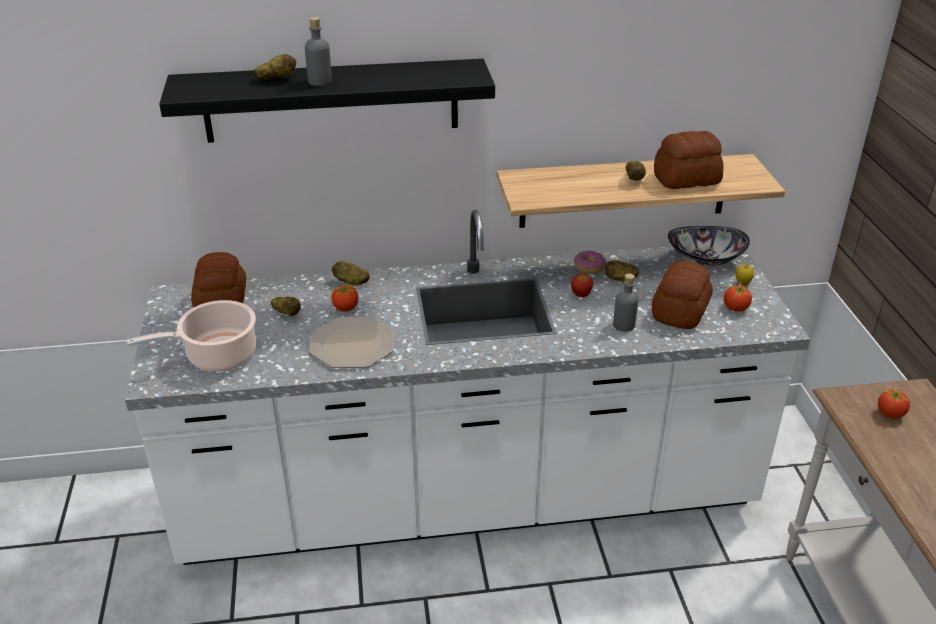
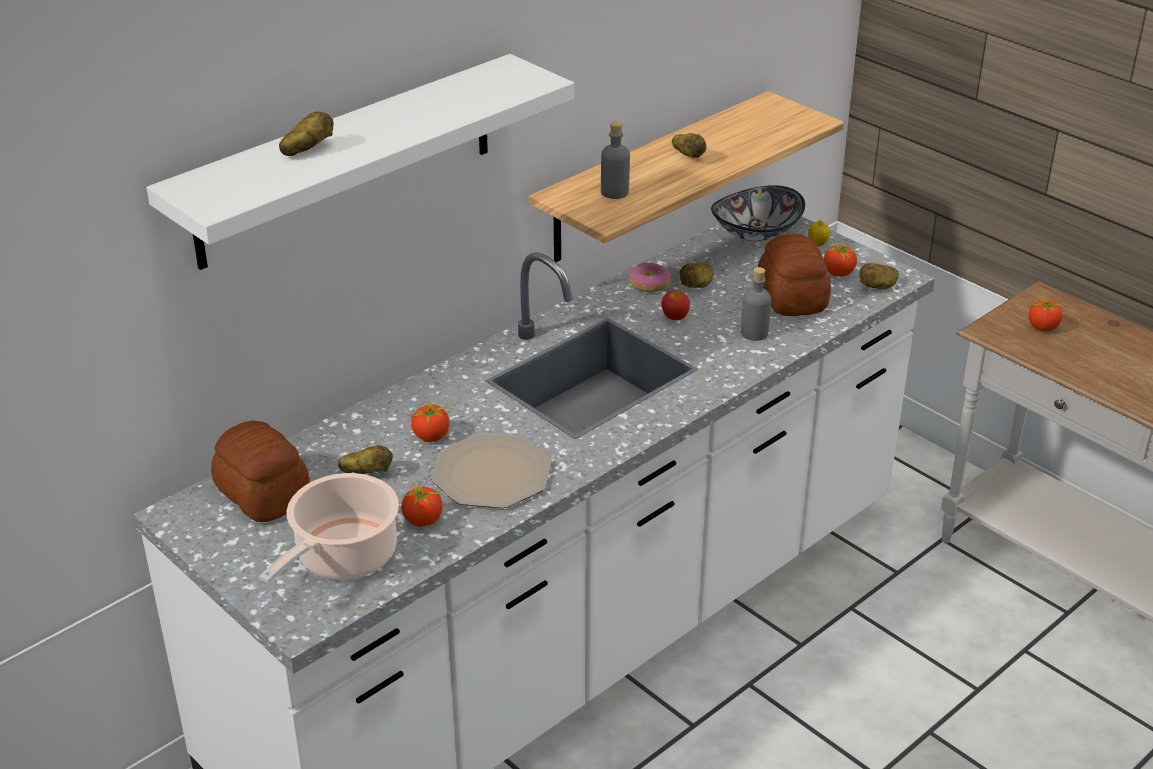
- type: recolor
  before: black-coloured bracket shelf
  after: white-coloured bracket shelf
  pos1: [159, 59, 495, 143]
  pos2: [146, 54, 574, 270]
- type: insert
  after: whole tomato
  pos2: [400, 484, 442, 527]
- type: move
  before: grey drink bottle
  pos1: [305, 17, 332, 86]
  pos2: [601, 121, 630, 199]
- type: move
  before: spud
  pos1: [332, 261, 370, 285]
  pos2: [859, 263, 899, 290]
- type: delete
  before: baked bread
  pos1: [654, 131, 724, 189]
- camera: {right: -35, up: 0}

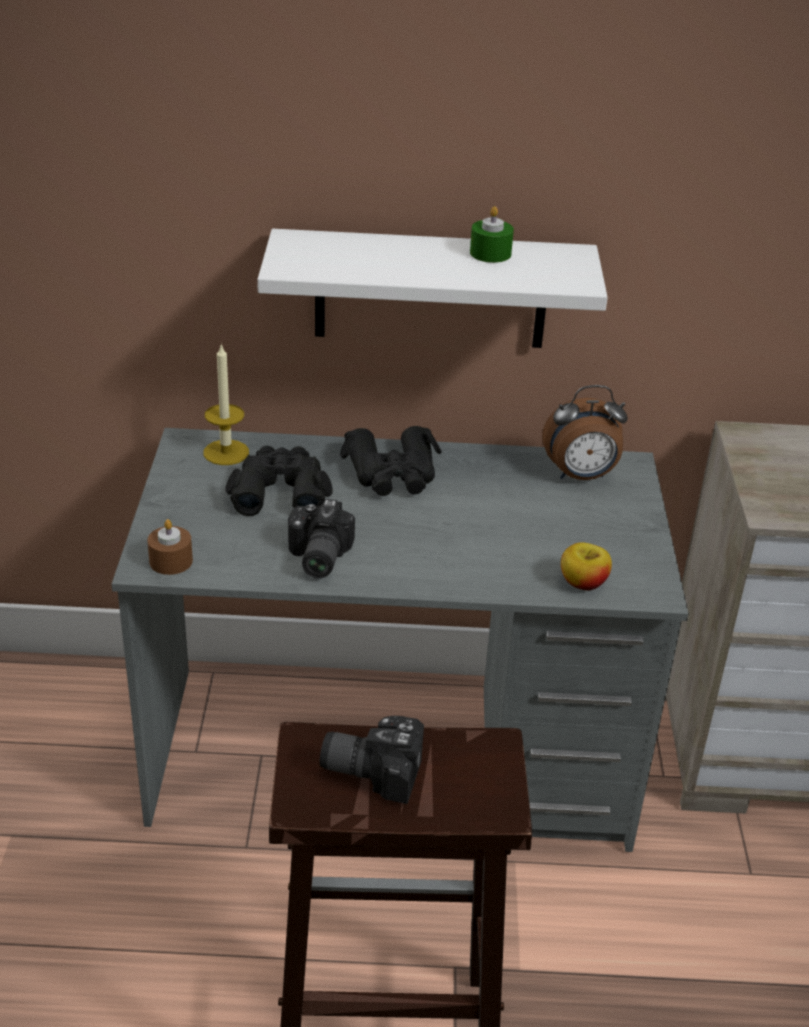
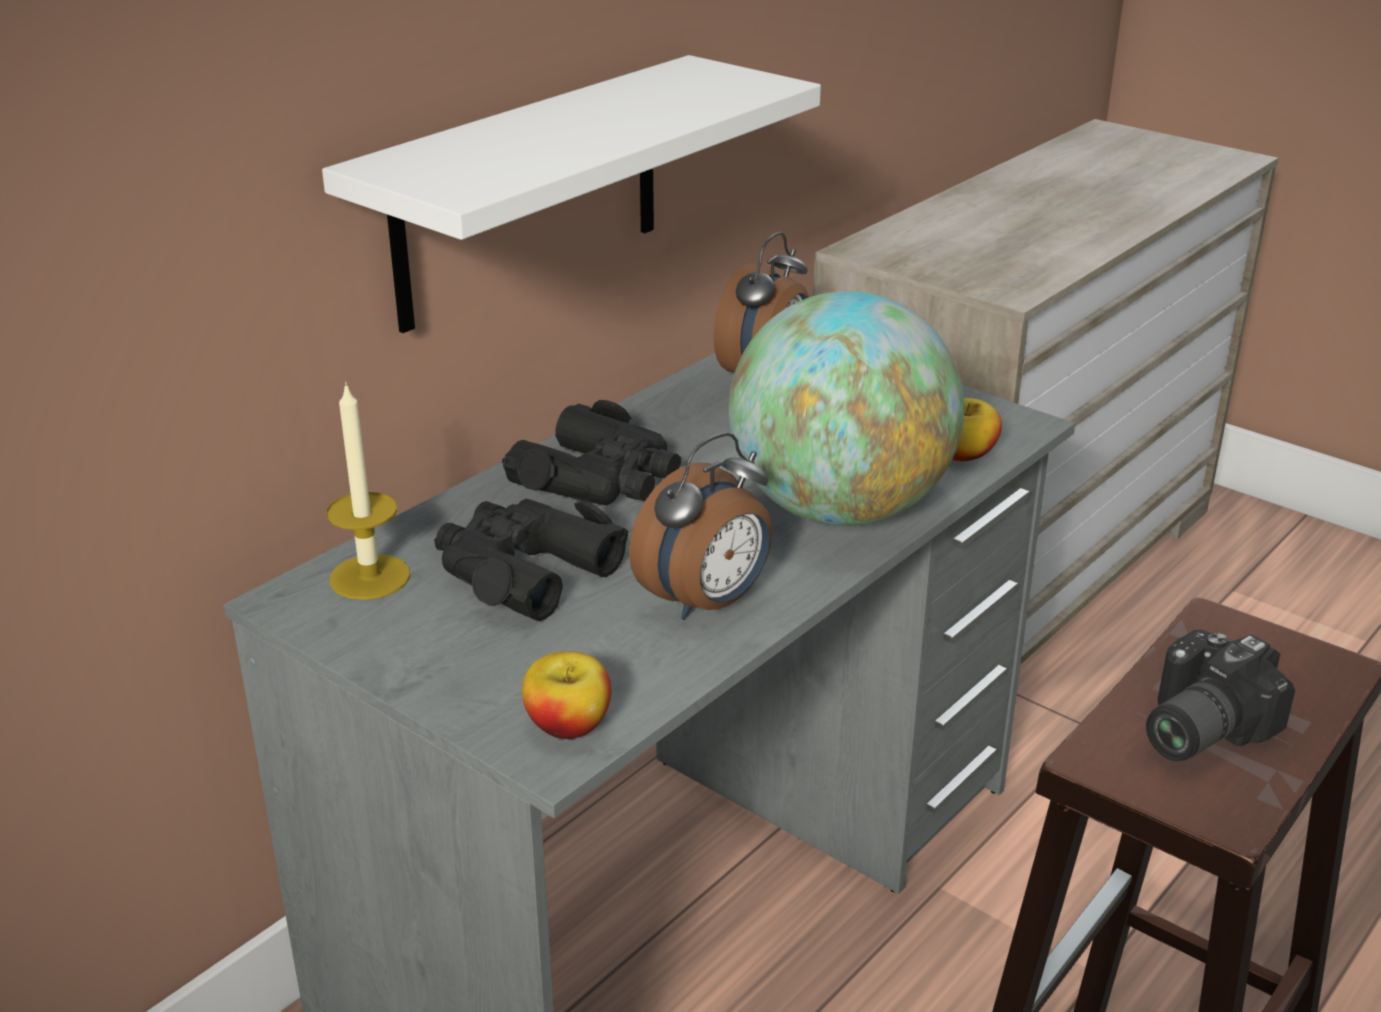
- type: replace
  before: brownish wax candle
  after: whole apple
  pos1: [147, 519, 193, 575]
  pos2: [522, 651, 611, 739]
- type: replace
  before: still camera
  after: alarm clock
  pos1: [288, 499, 355, 578]
  pos2: [629, 432, 772, 620]
- type: insert
  after: globe
  pos2: [729, 291, 964, 526]
- type: delete
  before: greenish wax candle
  pos1: [470, 206, 514, 263]
- camera: {right: -50, up: -5}

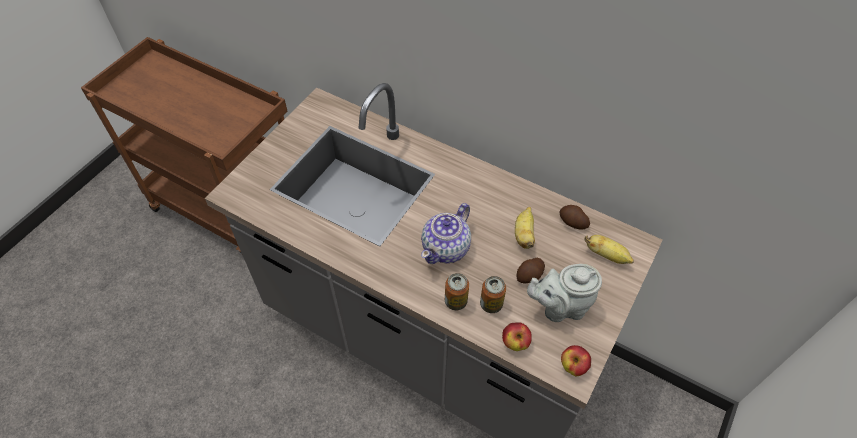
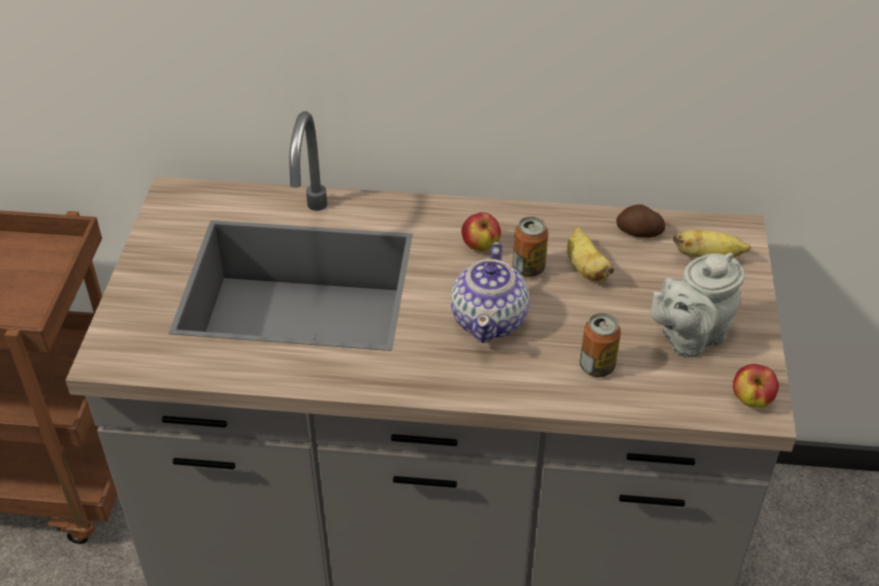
- type: move
  before: whole apple
  pos1: [502, 322, 532, 351]
  pos2: [461, 212, 501, 251]
- type: move
  before: sealed can
  pos1: [445, 273, 469, 310]
  pos2: [512, 216, 548, 277]
- type: delete
  before: spud
  pos1: [517, 258, 545, 284]
- camera: {right: -25, up: -10}

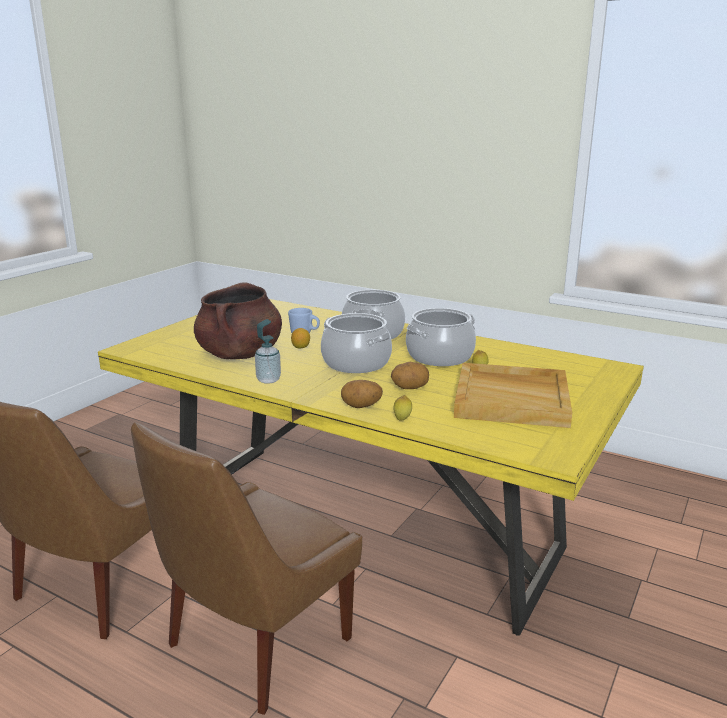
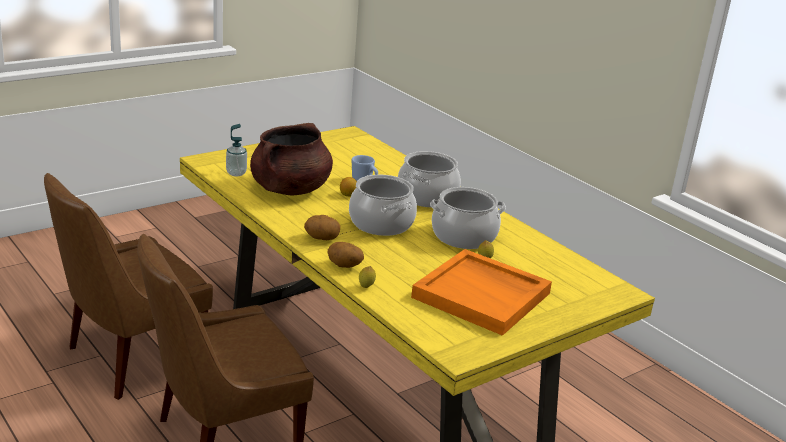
- type: move
  before: liquid soap bottle
  pos1: [255, 319, 281, 384]
  pos2: [226, 124, 247, 177]
- type: move
  before: spud
  pos1: [391, 362, 429, 389]
  pos2: [304, 215, 340, 240]
- type: recolor
  before: sand-coloured serving tray
  after: orange-coloured serving tray
  pos1: [454, 363, 572, 428]
  pos2: [411, 249, 552, 336]
- camera: {right: 20, up: 5}

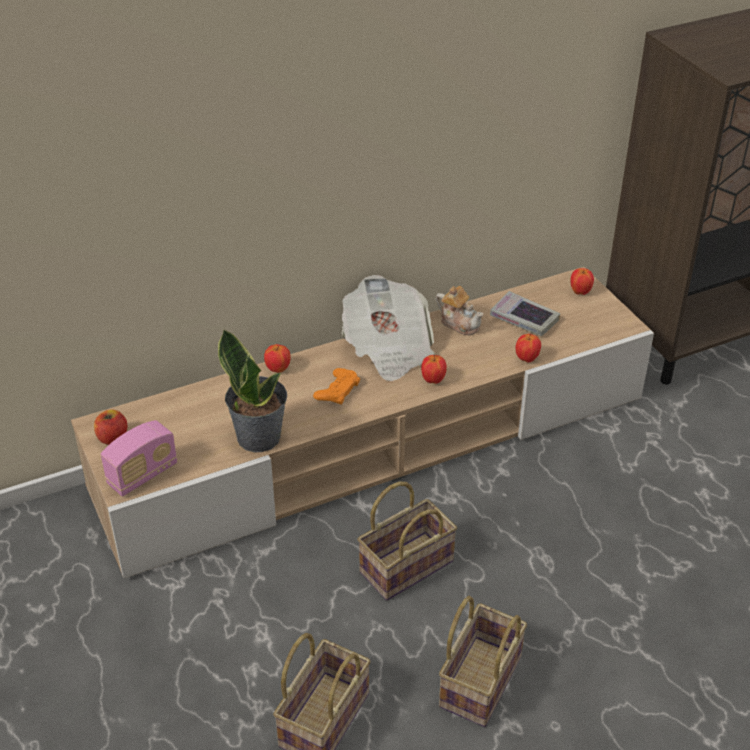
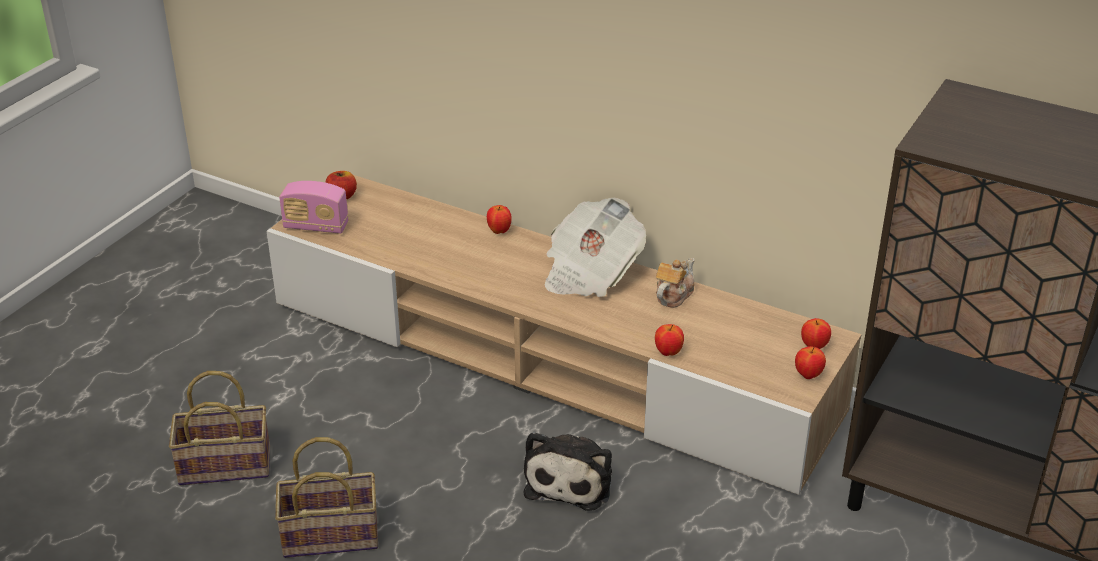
- type: insert
  after: cuddly toy
  pos2: [524, 432, 612, 511]
- type: rotate
  before: pot for tea
  pos1: [436, 286, 484, 335]
  pos2: [656, 258, 694, 308]
  turn: -150
- type: move
  before: whole apple
  pos1: [421, 355, 447, 384]
  pos2: [795, 346, 826, 379]
- type: delete
  before: houseplant
  pos1: [218, 329, 287, 452]
- type: delete
  before: orange-coloured gamepad
  pos1: [313, 368, 360, 405]
- type: delete
  before: storage basket
  pos1: [357, 482, 457, 601]
- type: delete
  before: book
  pos1: [490, 291, 560, 336]
- camera: {right: 55, up: -5}

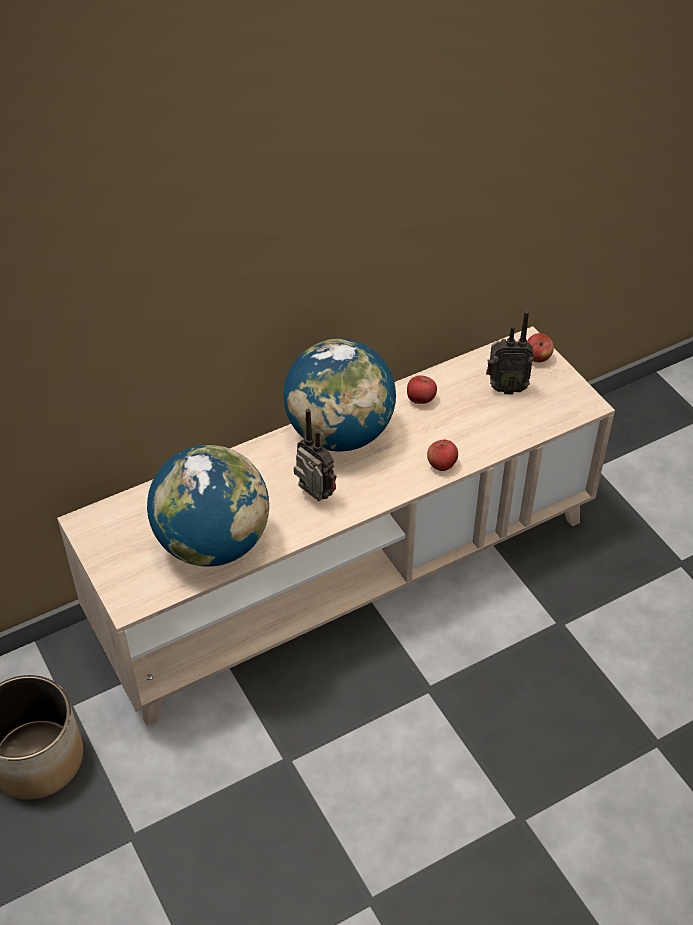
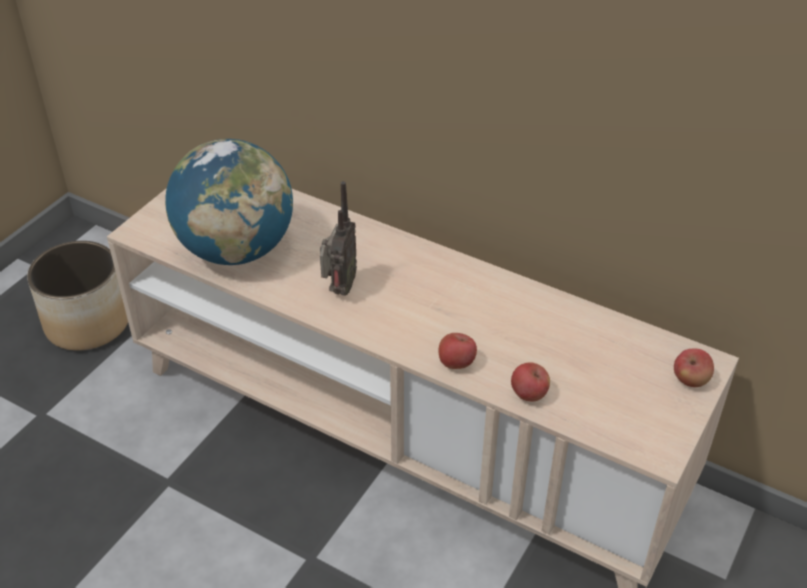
- type: move
  before: whole apple
  pos1: [407, 375, 437, 404]
  pos2: [511, 363, 550, 402]
- type: delete
  before: globe
  pos1: [283, 339, 396, 452]
- type: delete
  before: radio
  pos1: [486, 311, 534, 394]
- camera: {right: 60, up: -5}

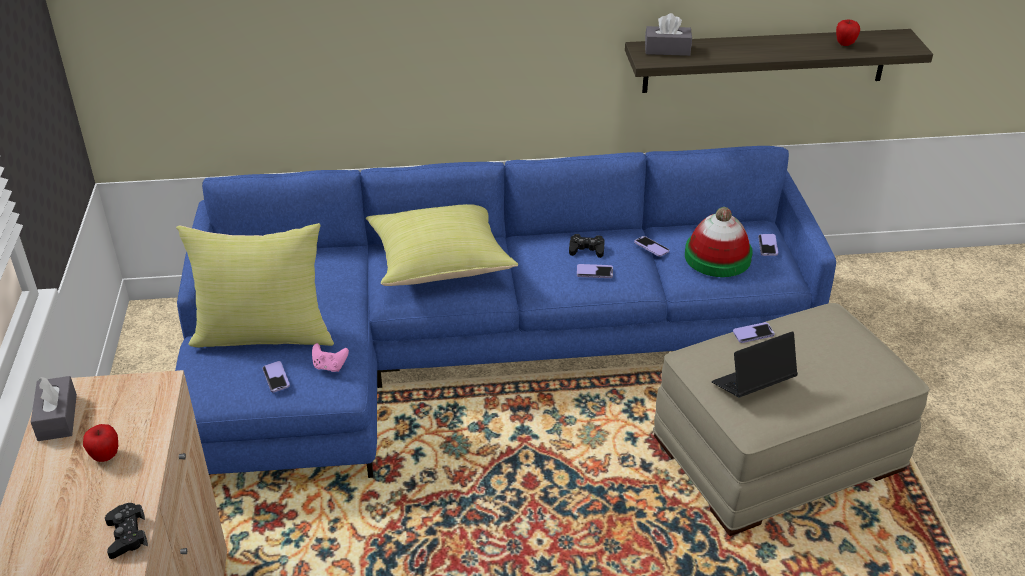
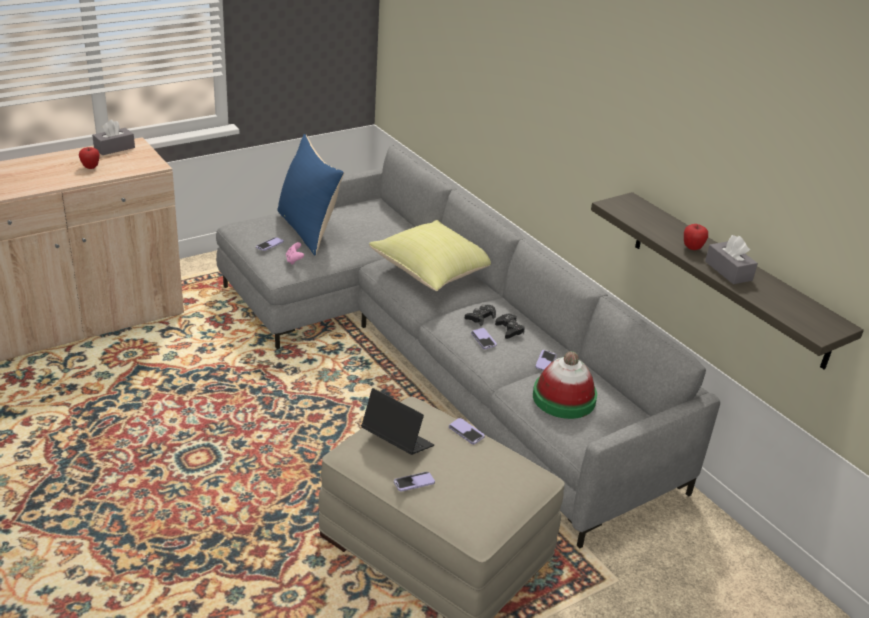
- type: recolor
  before: blue-coloured settee
  after: grey settee
  pos1: [175, 146, 836, 478]
  pos2: [216, 145, 720, 549]
- type: recolor
  before: yellow throw pillow
  after: blue-coloured throw pillow
  pos1: [176, 223, 334, 348]
  pos2: [277, 134, 344, 255]
- type: move
  before: handset
  pos1: [758, 234, 778, 256]
  pos2: [394, 472, 435, 492]
- type: move
  before: black-coloured gamepad
  pos1: [105, 503, 148, 559]
  pos2: [464, 305, 496, 326]
- type: move
  before: whole apple
  pos1: [836, 20, 860, 46]
  pos2: [684, 224, 708, 250]
- type: move
  before: grey box of tissues
  pos1: [645, 13, 692, 56]
  pos2: [705, 235, 758, 284]
- camera: {right: 60, up: -5}

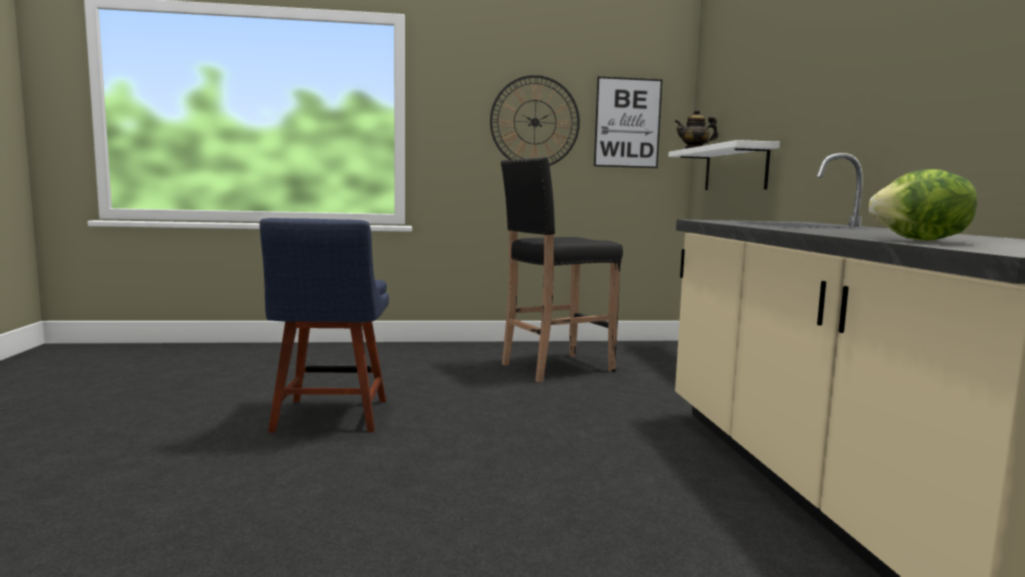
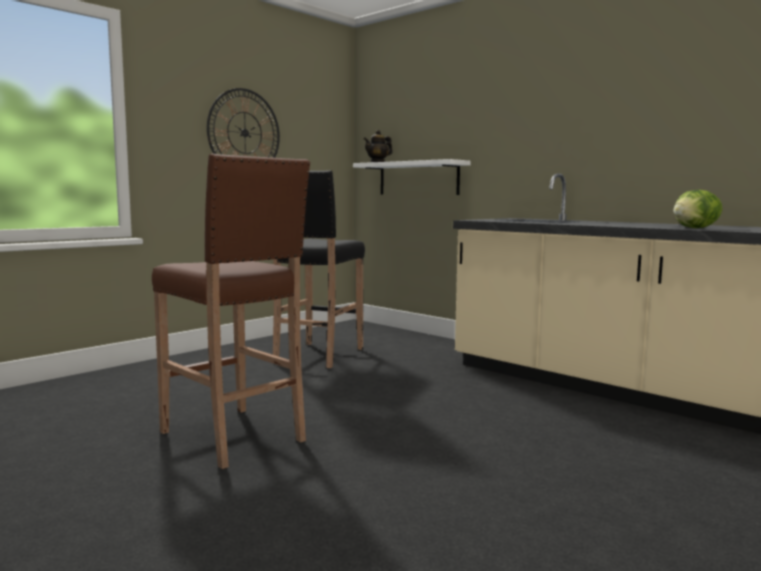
- type: replace
  before: blue-coloured plain chair
  after: brownish stool
  pos1: [260, 218, 389, 433]
  pos2: [152, 154, 310, 469]
- type: delete
  before: wall art
  pos1: [594, 76, 662, 168]
- camera: {right: -40, up: 0}

